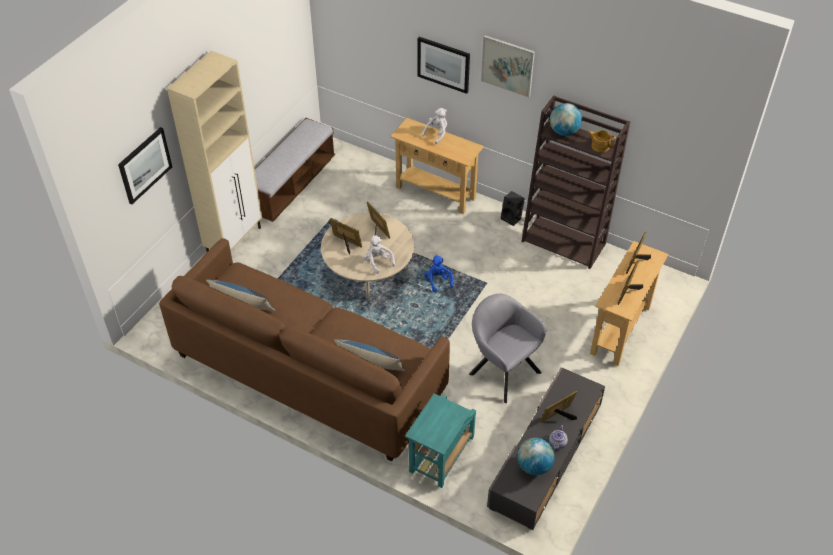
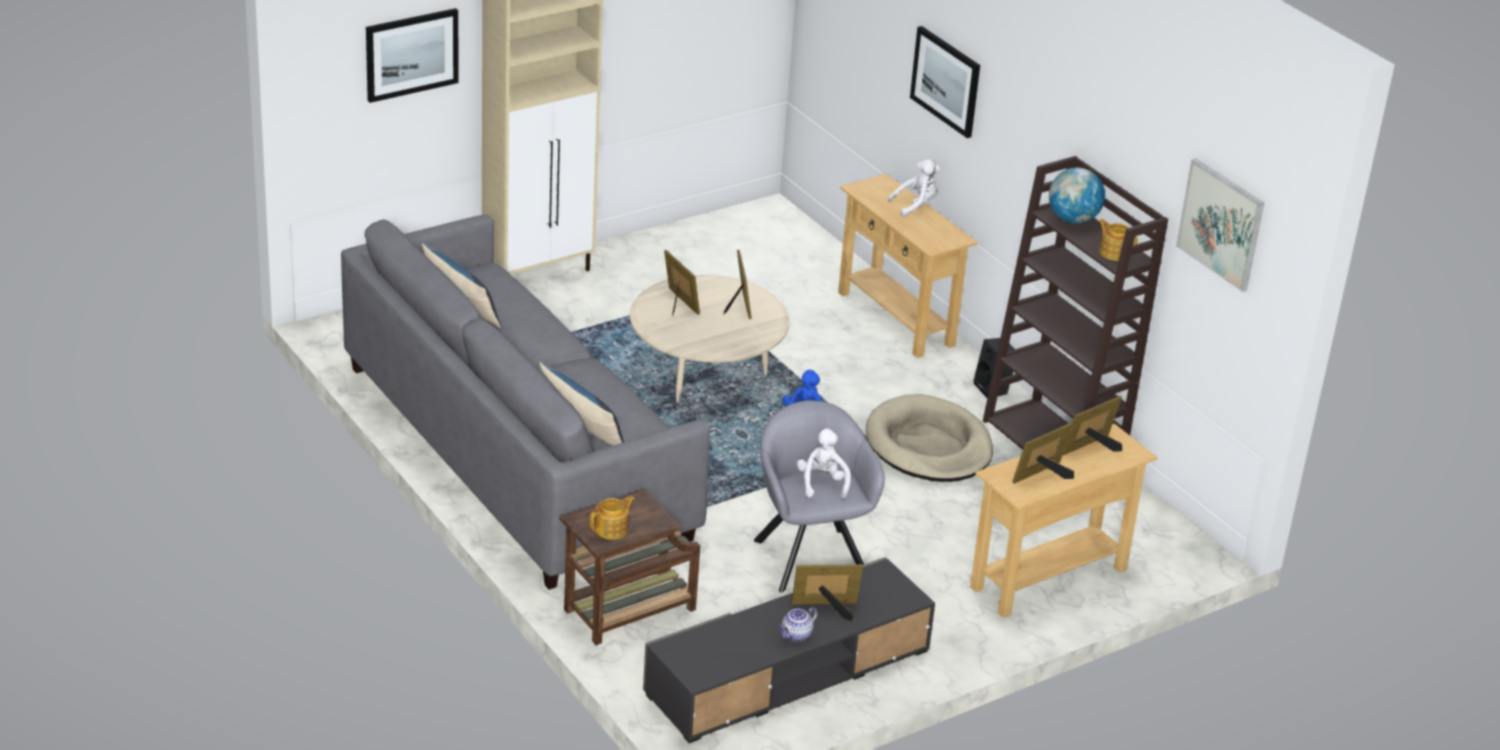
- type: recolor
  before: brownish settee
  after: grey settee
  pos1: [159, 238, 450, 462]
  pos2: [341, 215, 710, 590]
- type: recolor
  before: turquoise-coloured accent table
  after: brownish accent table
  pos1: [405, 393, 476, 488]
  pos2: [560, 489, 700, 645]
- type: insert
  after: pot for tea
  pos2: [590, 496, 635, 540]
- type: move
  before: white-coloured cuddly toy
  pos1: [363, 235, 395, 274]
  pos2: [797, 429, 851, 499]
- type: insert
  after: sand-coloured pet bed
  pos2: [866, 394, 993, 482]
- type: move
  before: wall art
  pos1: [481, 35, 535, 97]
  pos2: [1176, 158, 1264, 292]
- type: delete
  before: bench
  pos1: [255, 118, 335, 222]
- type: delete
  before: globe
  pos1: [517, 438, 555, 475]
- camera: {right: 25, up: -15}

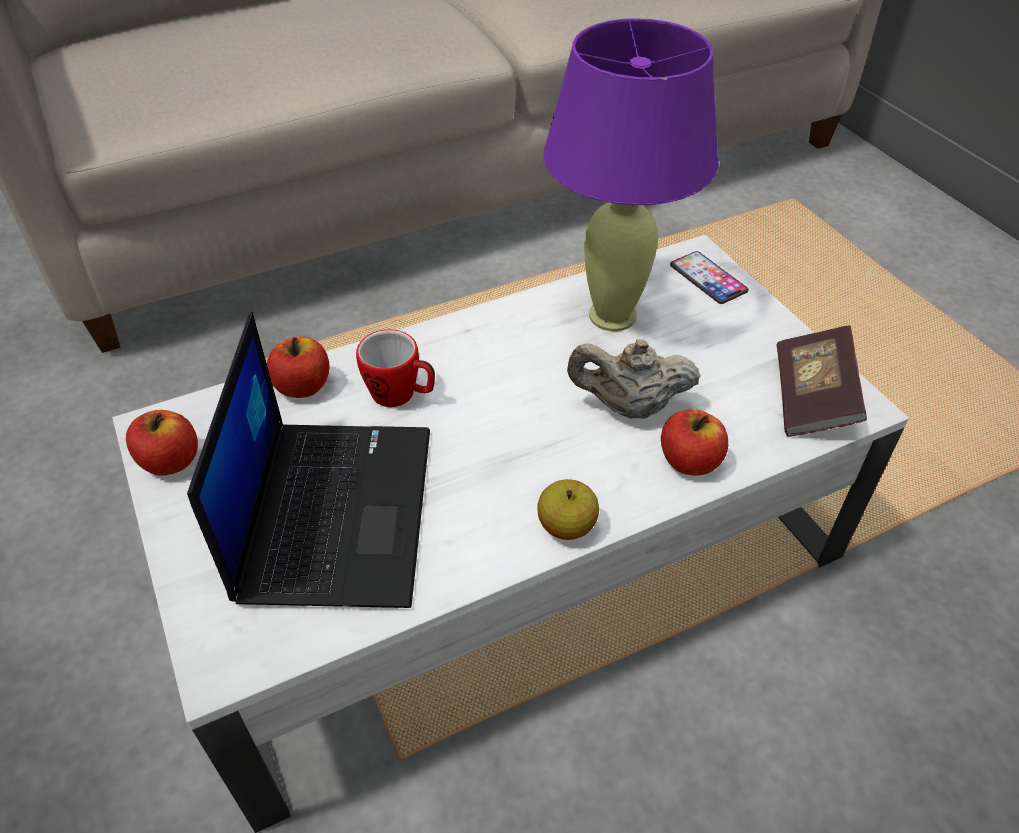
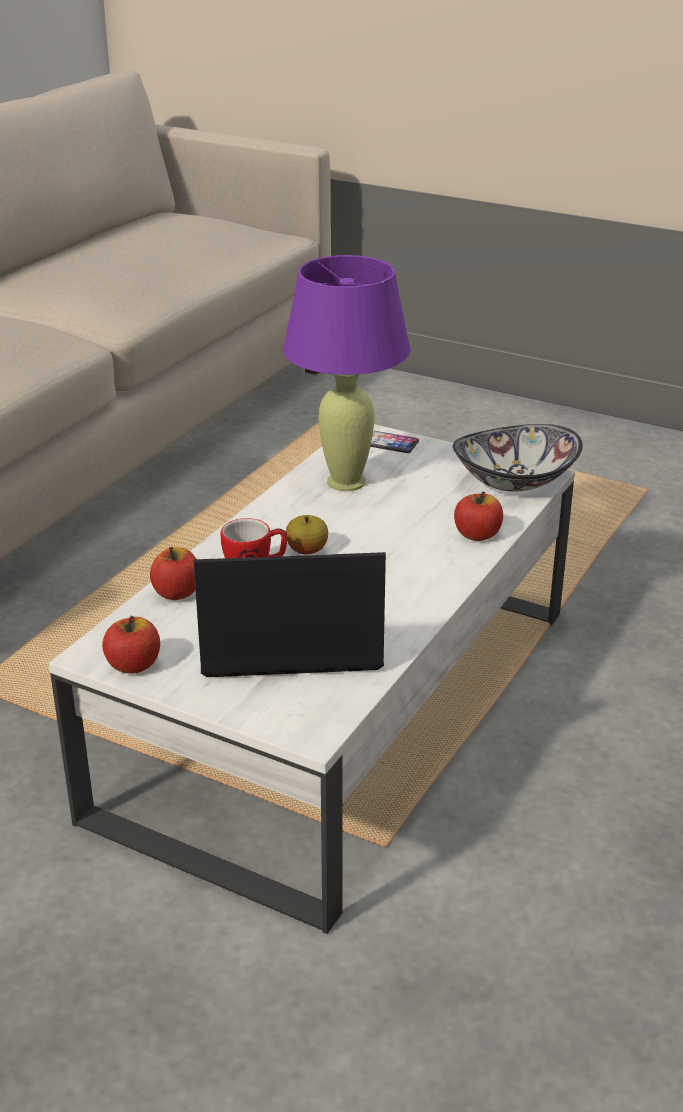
- type: rotate
  before: notebook computer
  pos1: [187, 312, 430, 608]
  pos2: [193, 552, 386, 677]
  turn: -60
- type: move
  before: whole apple
  pos1: [537, 479, 599, 540]
  pos2: [286, 515, 328, 555]
- type: replace
  before: book
  after: serving bowl
  pos1: [776, 325, 867, 437]
  pos2: [453, 424, 583, 492]
- type: delete
  before: sand-coloured pot for tea
  pos1: [567, 339, 701, 419]
- camera: {right: -35, up: -15}

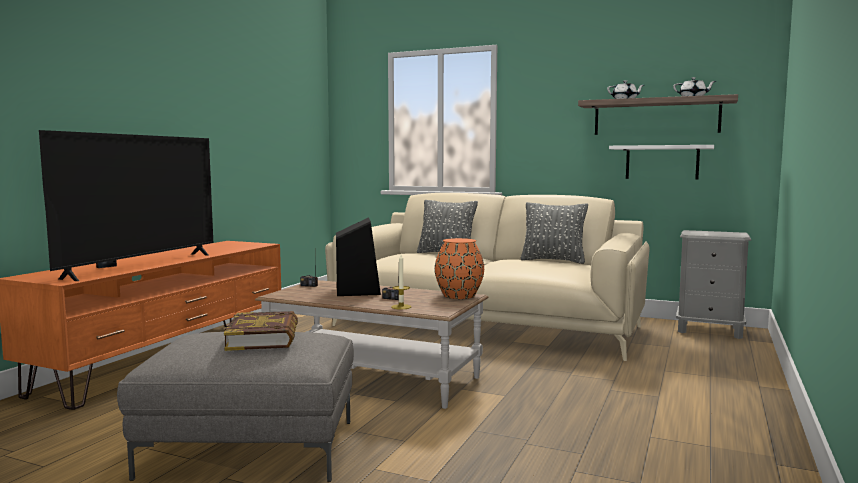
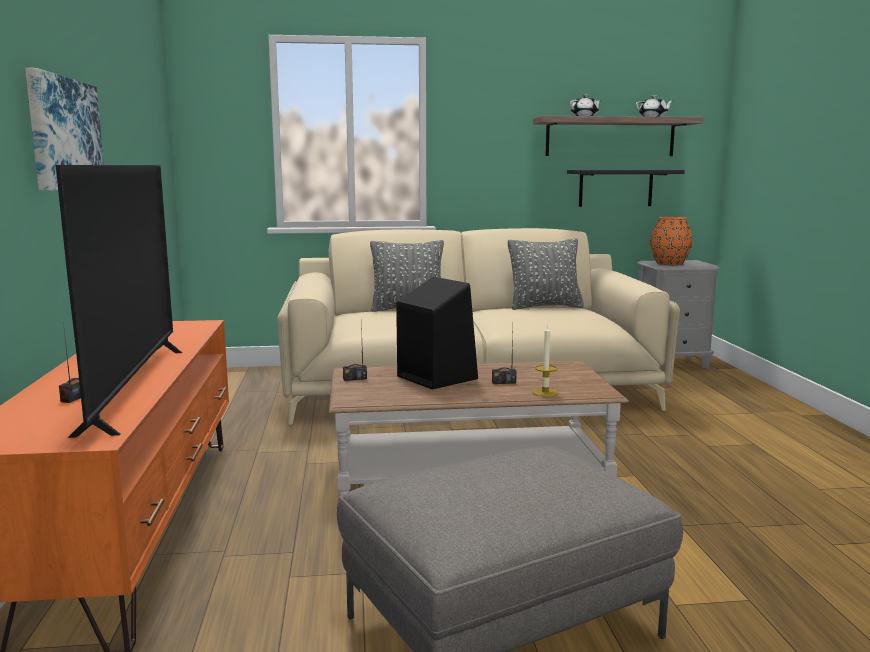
- type: insert
  after: wall art
  pos2: [25, 68, 104, 191]
- type: recolor
  before: white-coloured bracket shelf
  after: black-coloured bracket shelf
  pos1: [609, 145, 714, 180]
  pos2: [567, 170, 685, 207]
- type: move
  before: orange-coloured decorative vase
  pos1: [435, 238, 484, 299]
  pos2: [650, 217, 692, 265]
- type: delete
  before: book
  pos1: [224, 311, 298, 351]
- camera: {right: -30, up: 5}

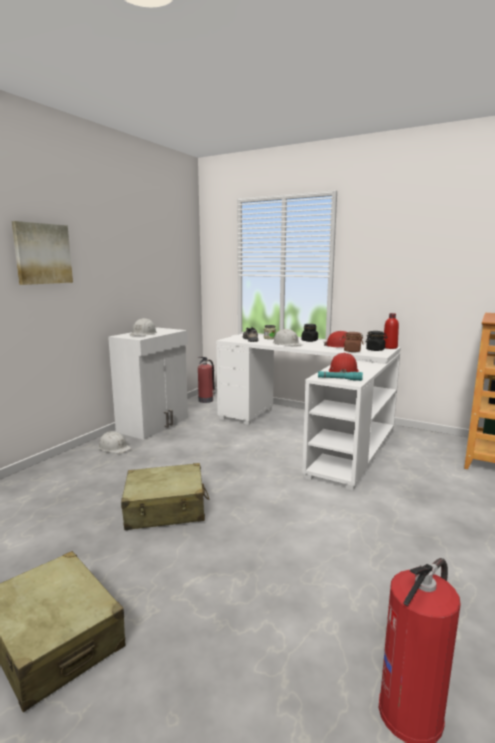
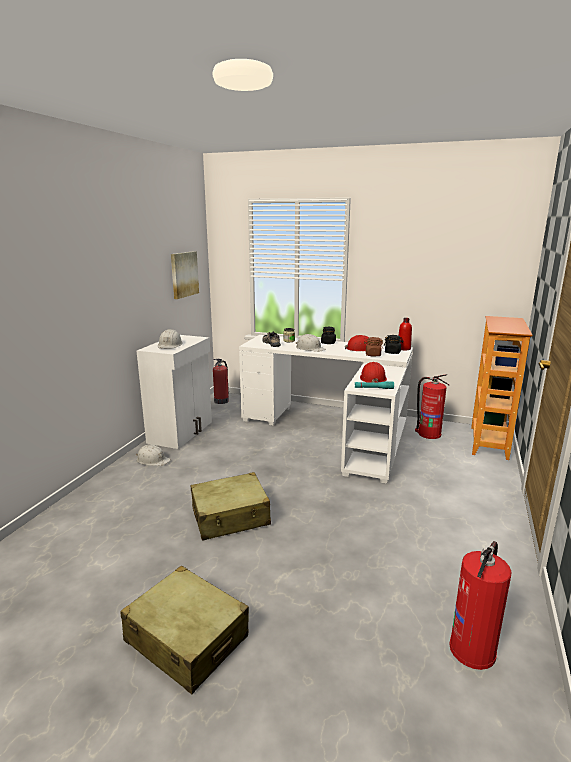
- type: move
  before: wall art
  pos1: [12, 221, 73, 285]
  pos2: [171, 251, 199, 299]
- type: insert
  after: extinguisher
  pos2: [415, 374, 449, 439]
- camera: {right: -10, up: 5}

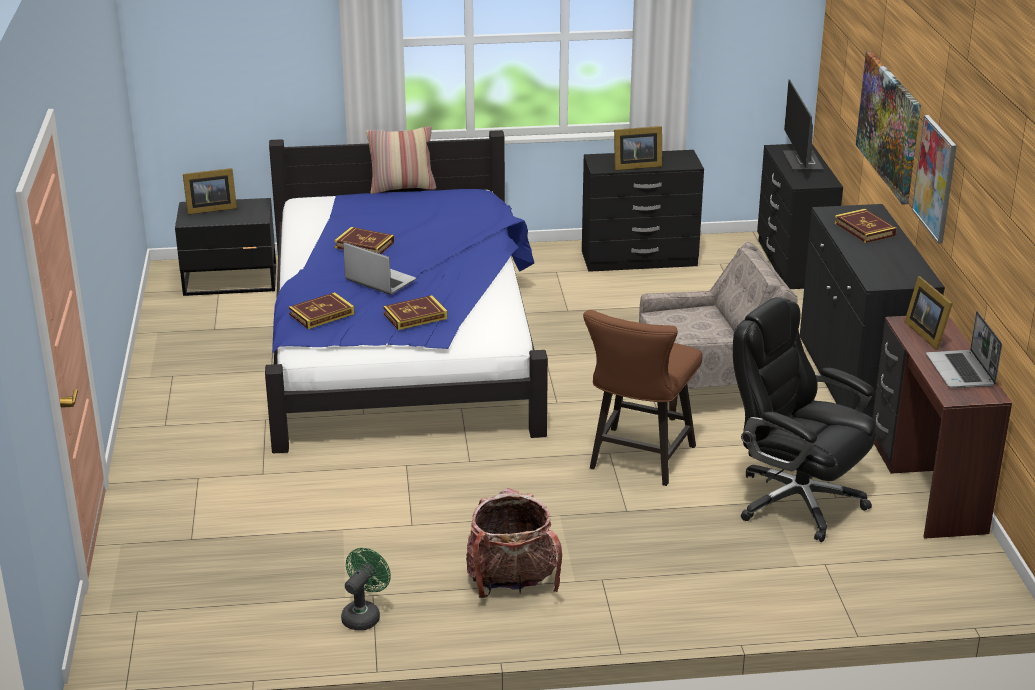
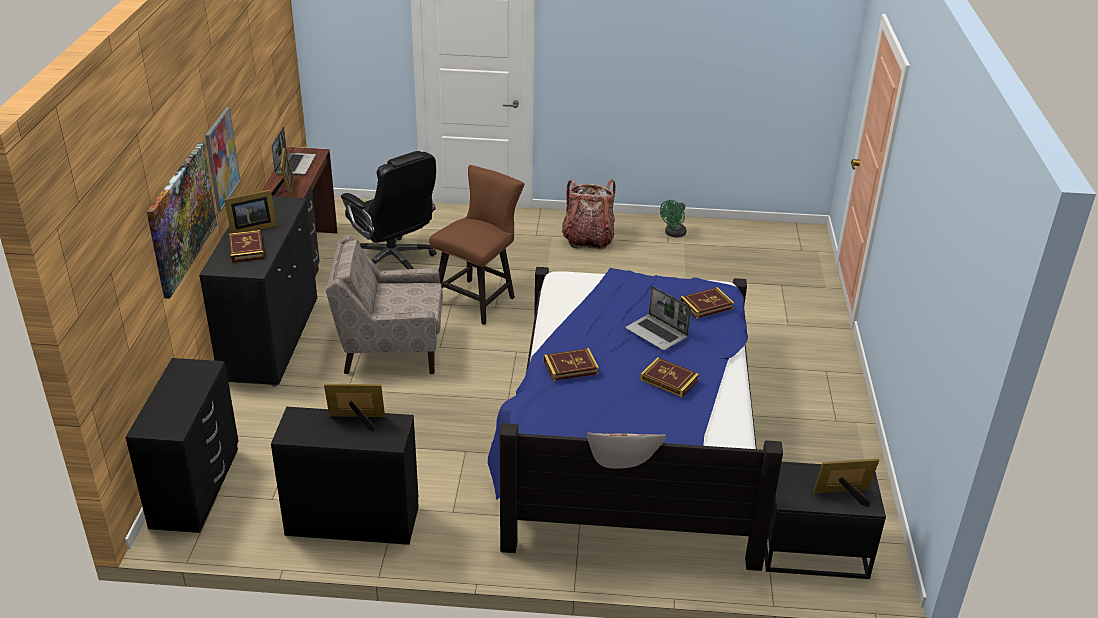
- type: insert
  after: picture frame
  pos2: [224, 190, 277, 233]
- type: move
  before: book
  pos1: [383, 295, 448, 330]
  pos2: [544, 348, 599, 381]
- type: delete
  before: monitor
  pos1: [783, 80, 824, 171]
- camera: {right: -170, up: 5}

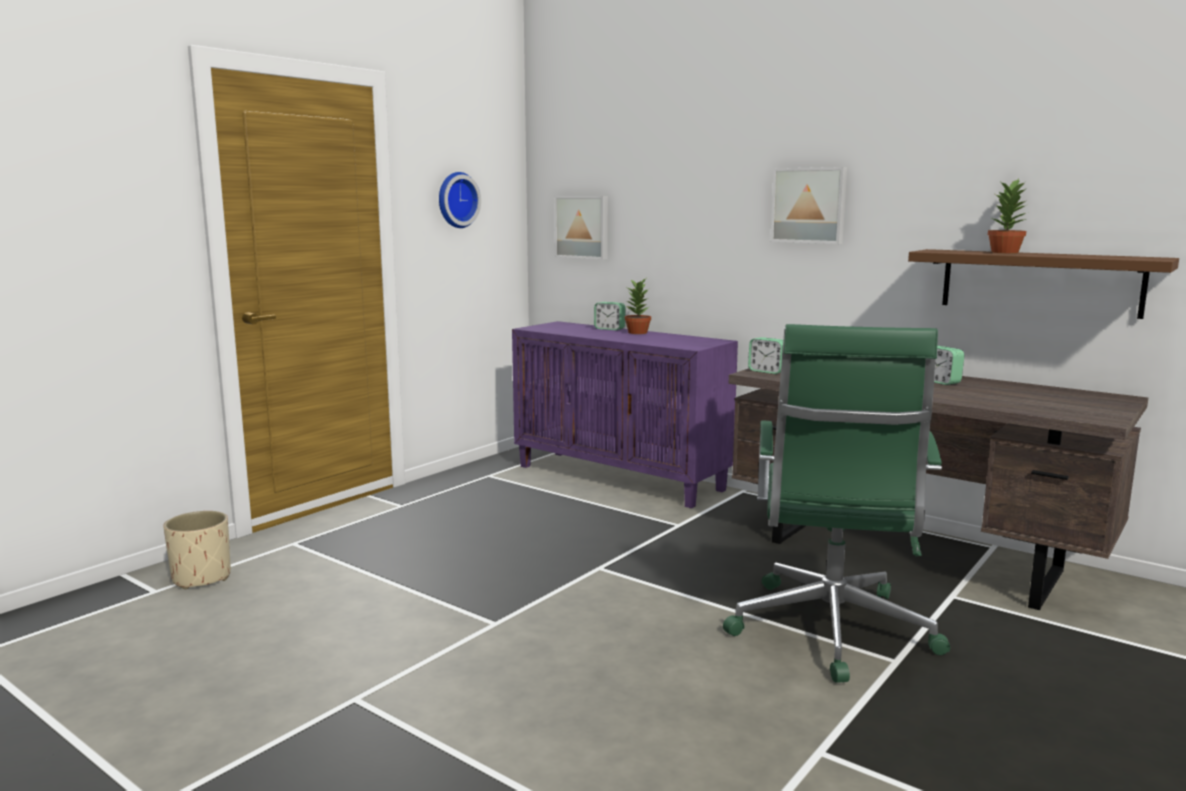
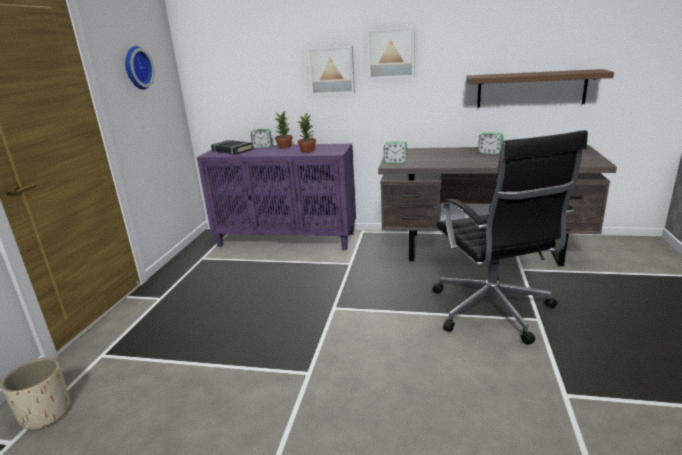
- type: insert
  after: black-coloured book
  pos2: [211, 140, 254, 154]
- type: move
  before: houseplant
  pos1: [988, 179, 1027, 253]
  pos2: [298, 112, 316, 153]
- type: move
  before: wall art
  pos1: [555, 196, 608, 260]
  pos2: [308, 46, 355, 95]
- type: recolor
  before: greenish office chair
  after: black-coloured office chair
  pos1: [723, 324, 950, 682]
  pos2: [432, 130, 588, 345]
- camera: {right: -25, up: 10}

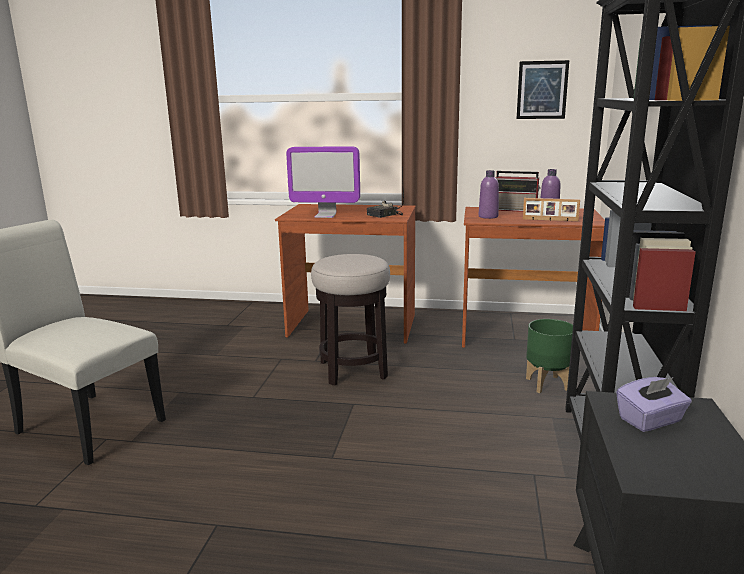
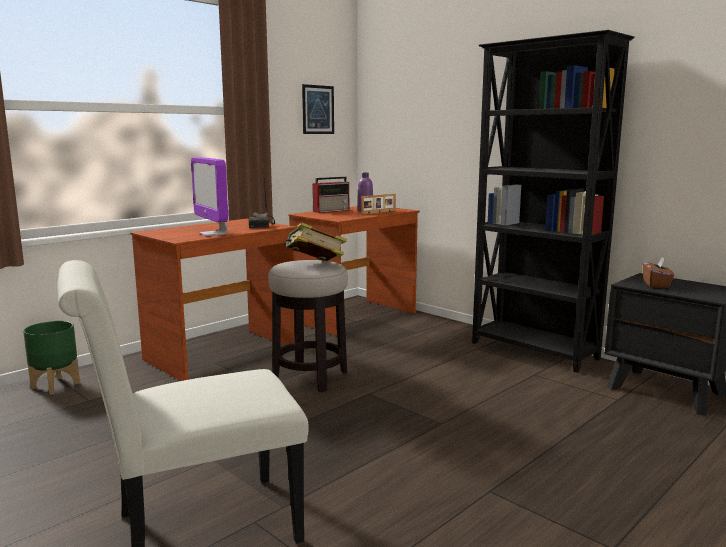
- type: move
  before: greenish plant pot
  pos1: [526, 319, 573, 393]
  pos2: [23, 321, 80, 395]
- type: rotate
  before: monitor
  pos1: [286, 147, 360, 218]
  pos2: [191, 157, 228, 236]
  turn: 105
- type: insert
  after: book
  pos2: [283, 223, 347, 261]
- type: recolor
  before: purple-coloured box of tissues
  after: brownish box of tissues
  pos1: [616, 377, 692, 432]
  pos2: [643, 257, 674, 288]
- type: delete
  before: purple-coloured drink bottle
  pos1: [478, 170, 499, 219]
- camera: {right: -55, up: -5}

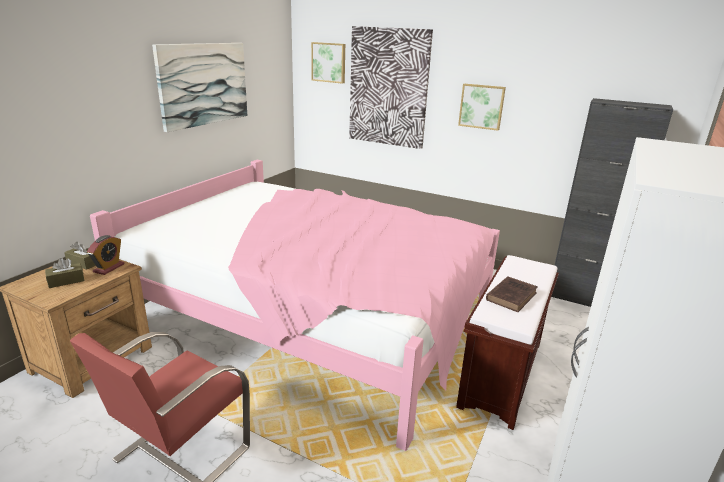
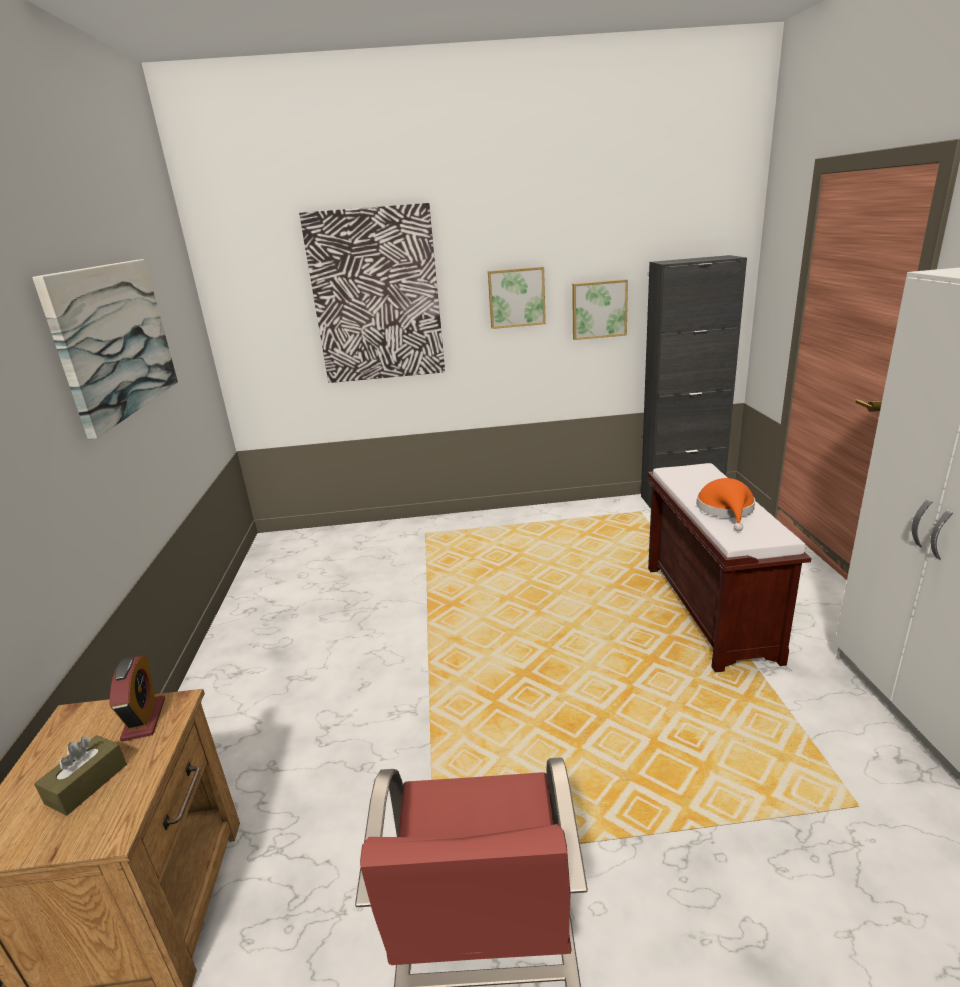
- type: move
  before: wall art
  pos1: [311, 42, 345, 84]
  pos2: [572, 279, 628, 340]
- type: replace
  before: brownish book
  after: orange-coloured hat
  pos1: [486, 276, 538, 312]
  pos2: [697, 478, 755, 532]
- type: delete
  before: brownish box of tissues
  pos1: [64, 241, 96, 270]
- type: delete
  before: pinkish sleeping bed
  pos1: [90, 160, 500, 451]
- camera: {right: -30, up: 0}

